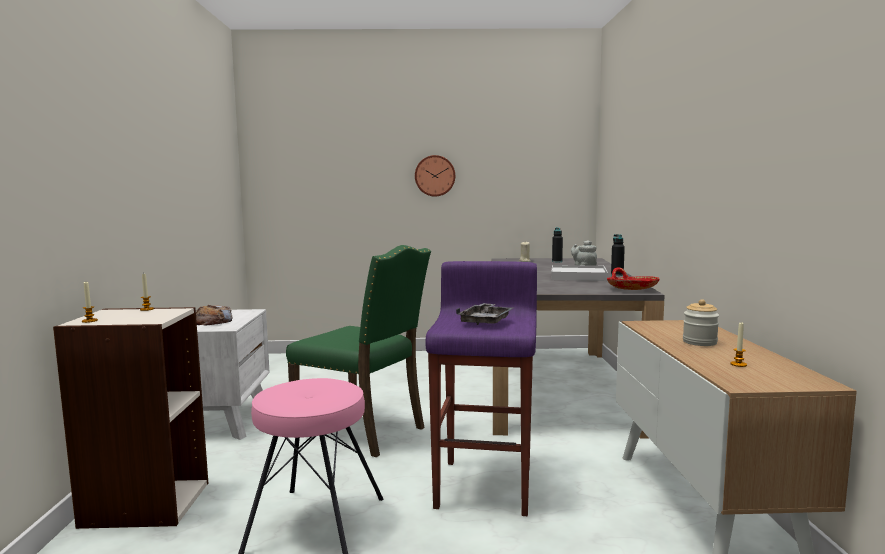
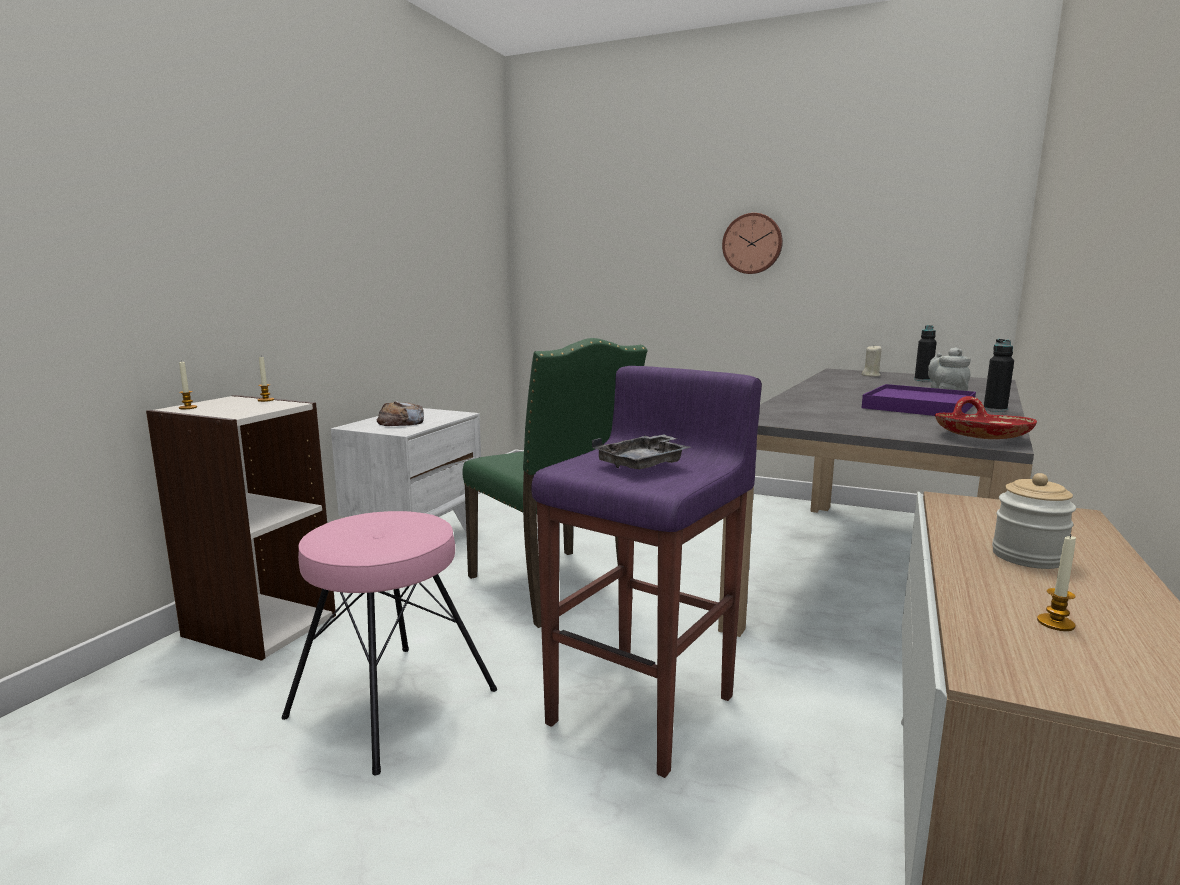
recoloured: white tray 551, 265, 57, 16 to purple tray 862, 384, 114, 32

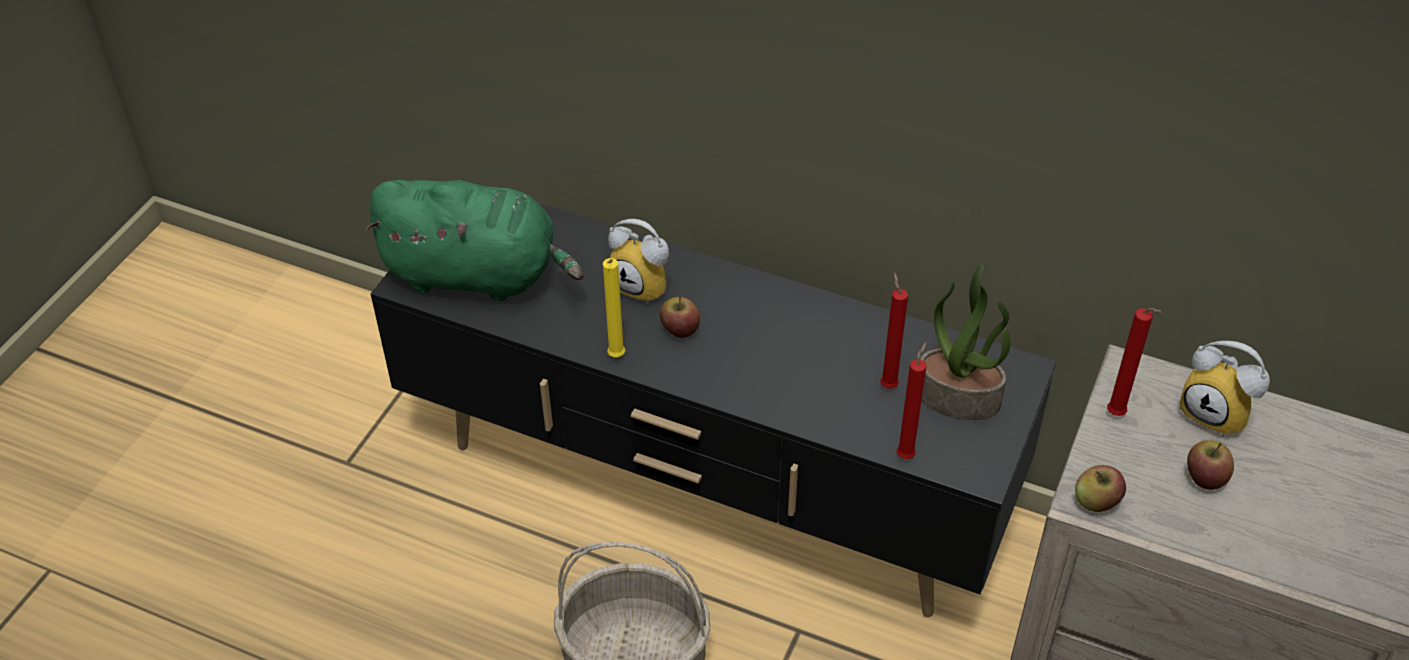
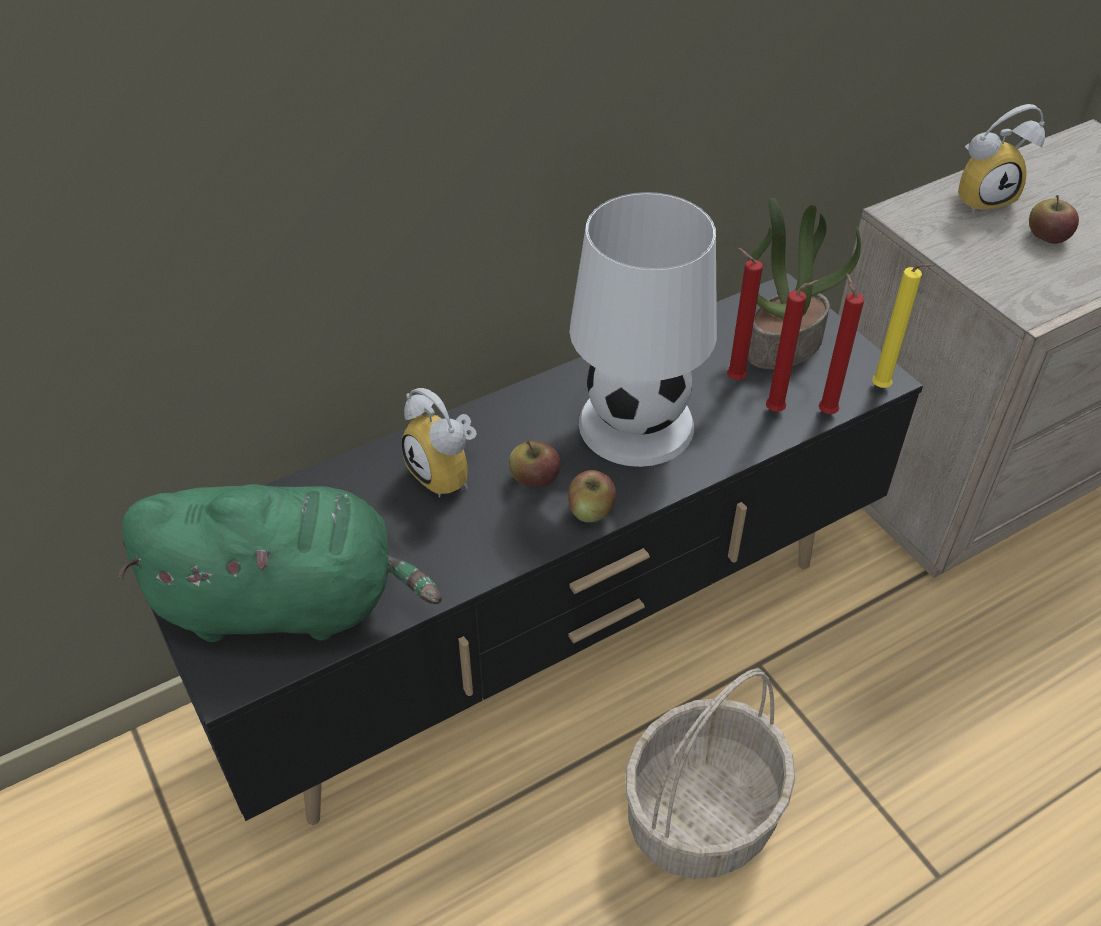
added: white table lamp 569, 192, 148, 275
moved: yellow candle 603, 258, 22, 99 to 872, 264, 62, 124; apple 1075, 465, 51, 47 to 568, 470, 48, 53; red candle 1107, 308, 55, 108 to 766, 280, 53, 132
turned: green plush toy 364, 180, 220, 121 = 118, 484, 324, 158 45 degrees clockwise; alarm clock 608, 219, 61, 85 = 401, 388, 76, 109 75 degrees clockwise

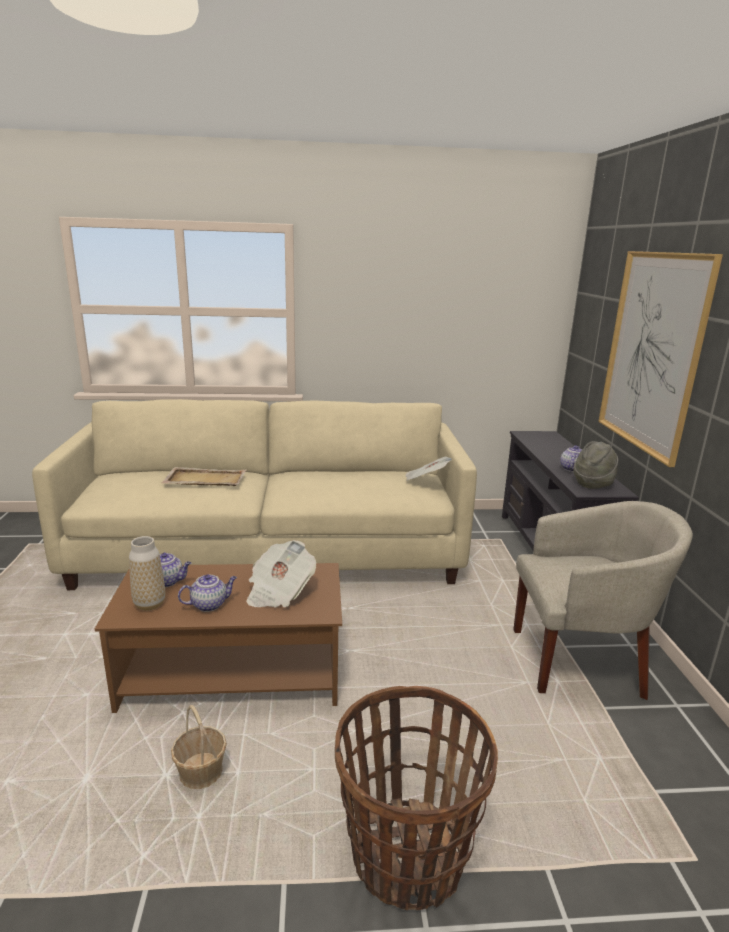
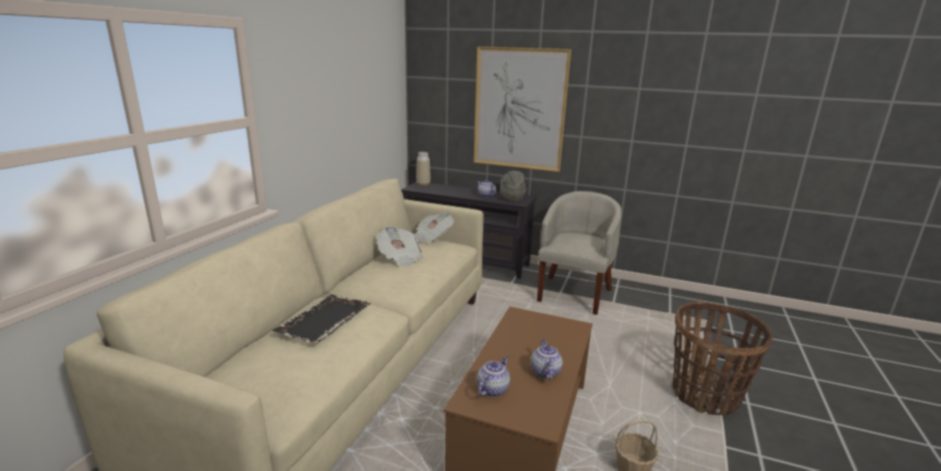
moved: vase 129, 536, 36, 75 to 416, 152, 15, 34; newspaper 247, 540, 69, 68 to 376, 226, 48, 42
recoloured: beige tray 161, 467, 85, 19 to black tray 272, 294, 99, 50

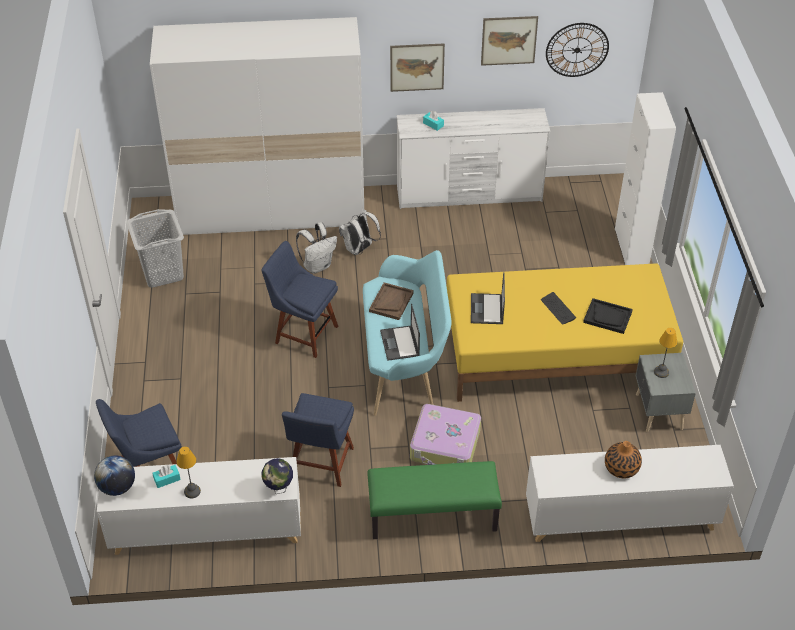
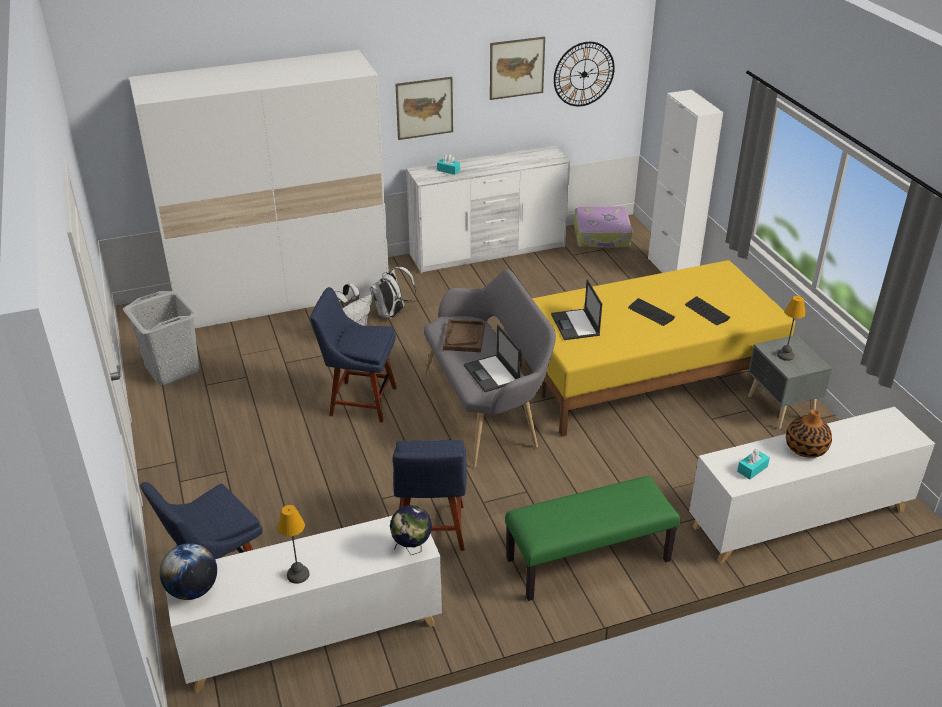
moved: turquoise tissue box 152, 465, 29, 23 to 737, 449, 33, 31; suitcase 410, 404, 71, 61 to 574, 207, 58, 41
replaced: black tray 583, 298, 50, 36 to keyboard 685, 296, 45, 29
recoloured: turquoise bench 363, 250, 88, 166 to grey bench 424, 269, 132, 199

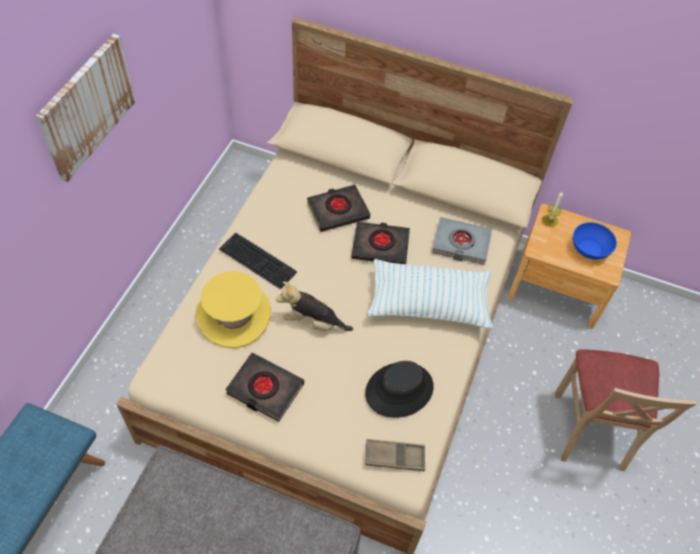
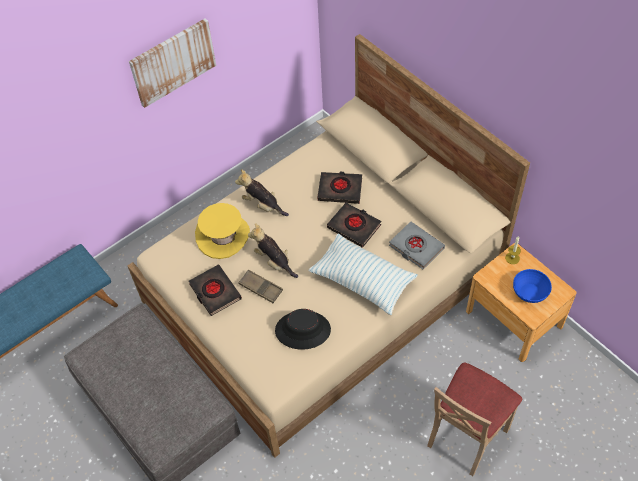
moved: brown tray 365, 439, 60, 32 to 238, 269, 45, 34
replaced: keyboard 219, 232, 78, 57 to plush toy 235, 169, 54, 47

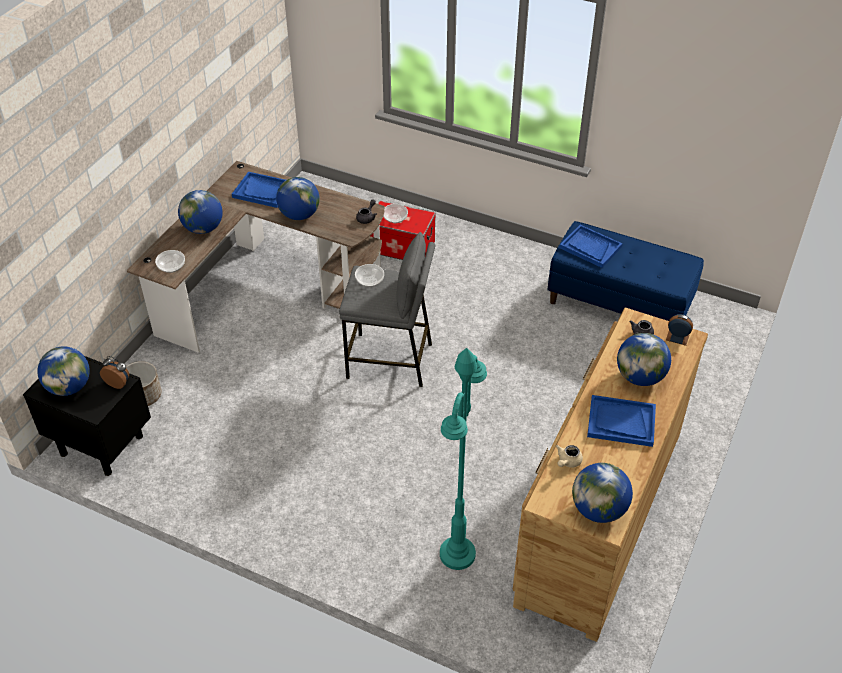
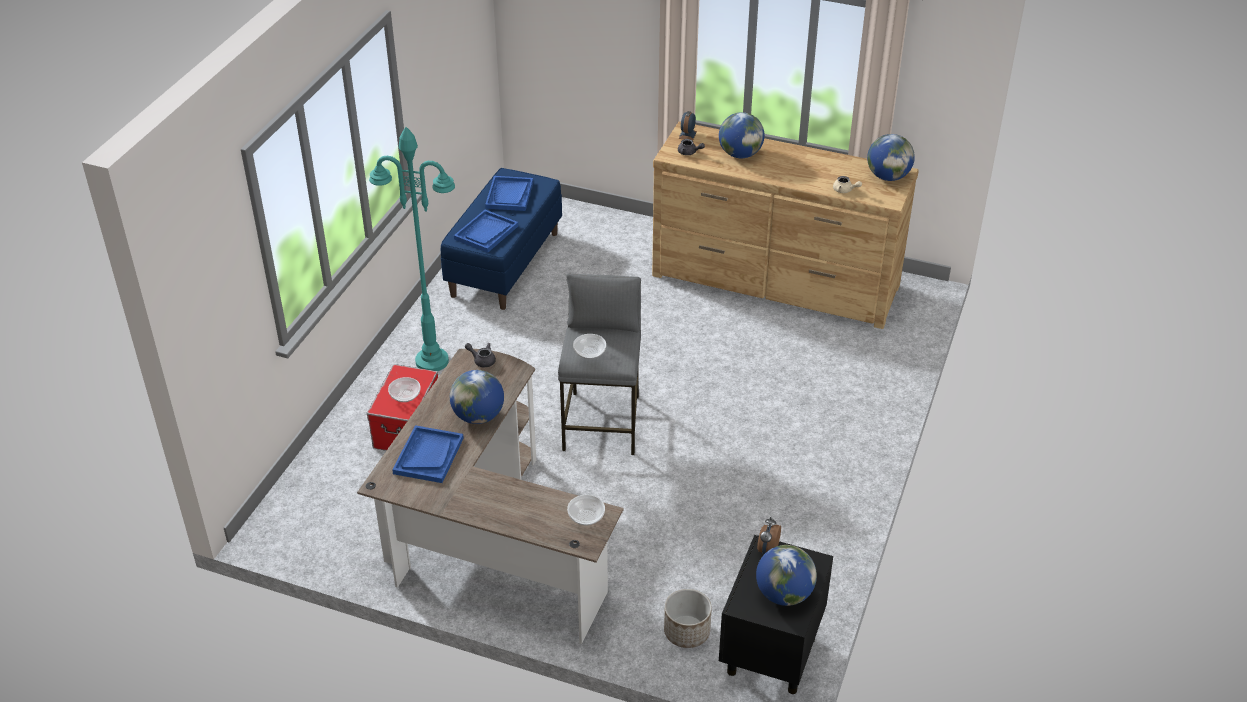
removed: globe 178, 190, 45, 44
moved: turquoise floor lamp 440, 348, 47, 222 to 369, 127, 86, 245; blue tray 587, 395, 69, 52 to 485, 176, 48, 35

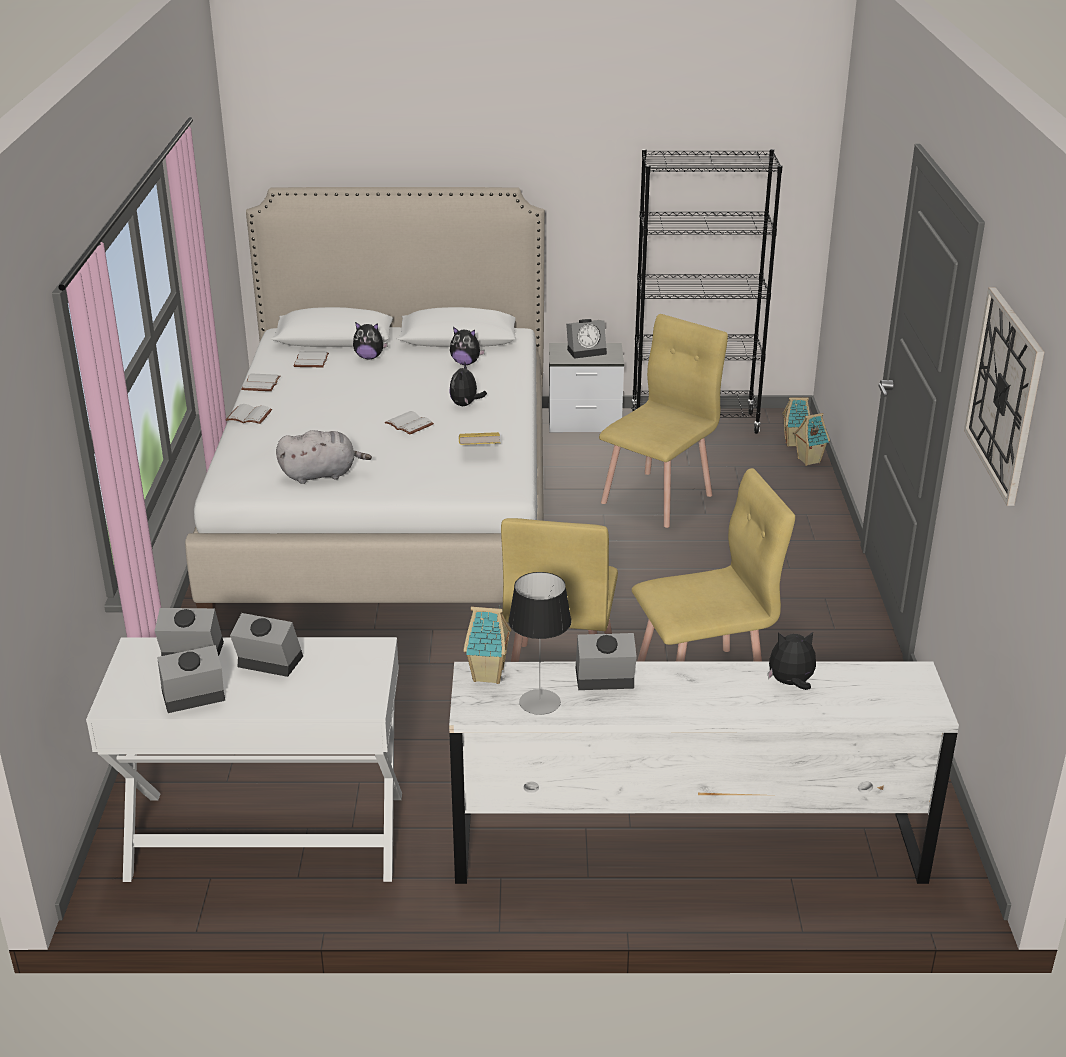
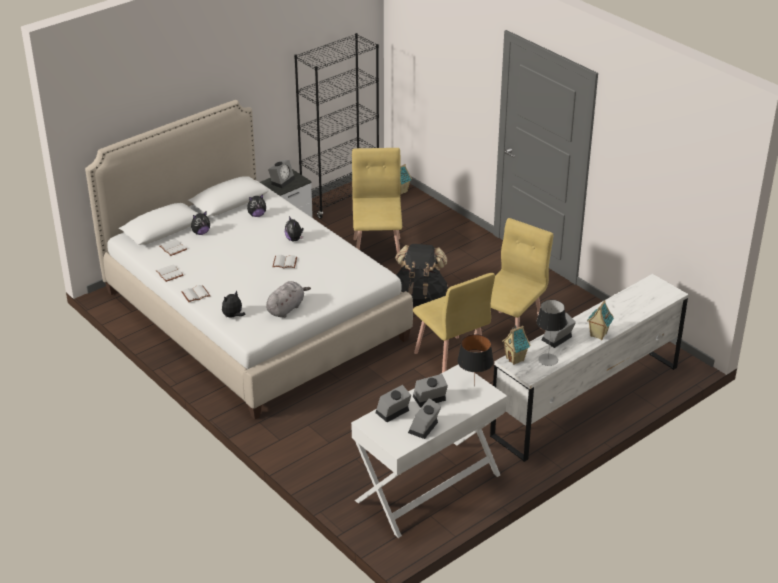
removed: yellow book 459, 432, 41, 13; wall clock 964, 287, 80, 219
added: black backpack 395, 244, 53, 63; black table lamp 457, 334, 37, 51
moved: plush toy 768, 632, 48, 58 to 222, 291, 23, 27; toy house 793, 413, 37, 53 to 587, 300, 27, 40

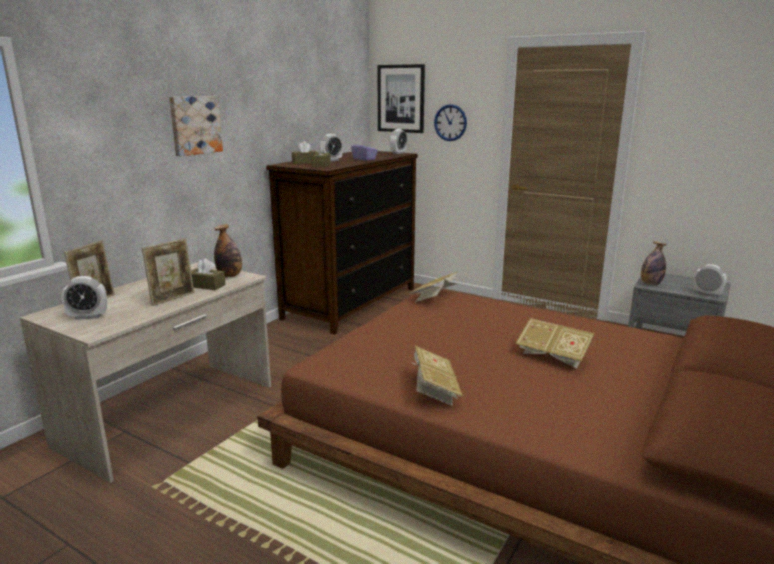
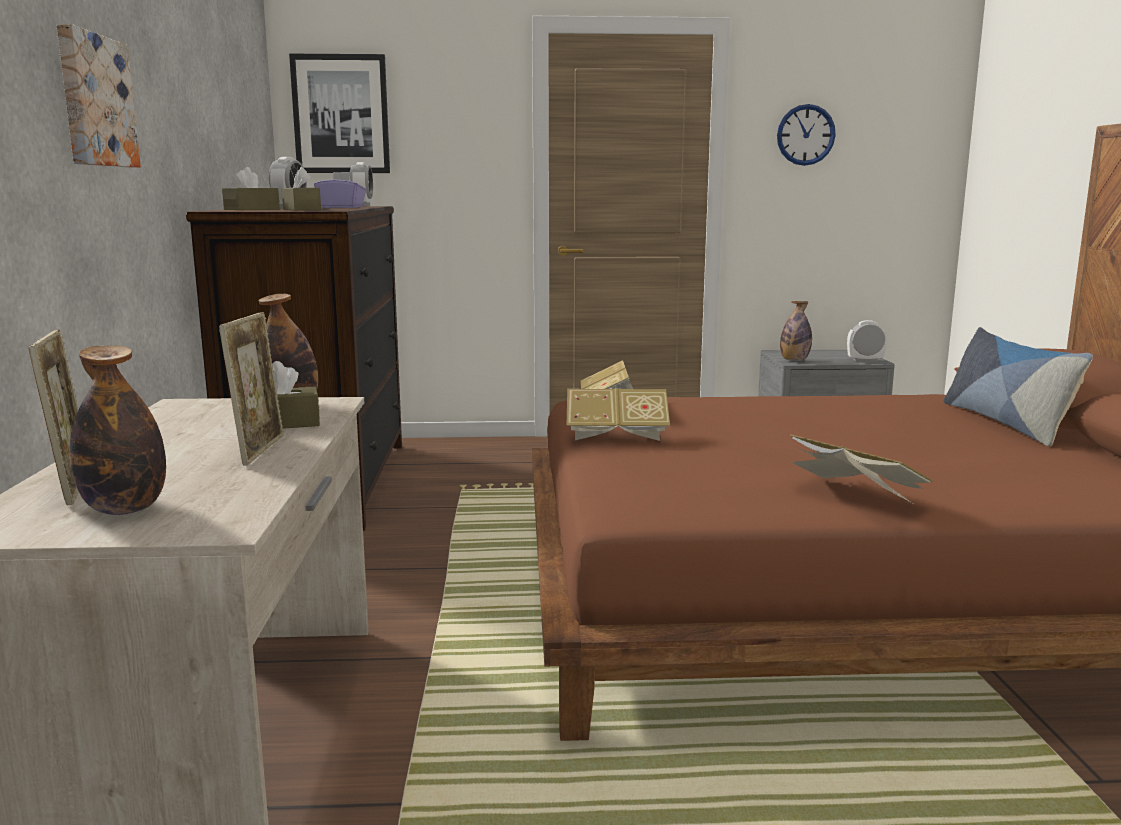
added: pillow 943, 327, 150, 120
moved: wall clock 434, 104, 33, 37 to 777, 104, 59, 62; book 515, 318, 79, 50 to 567, 388, 103, 53
replaced: alarm clock 62, 276, 45, 44 to bottle 69, 345, 97, 170

